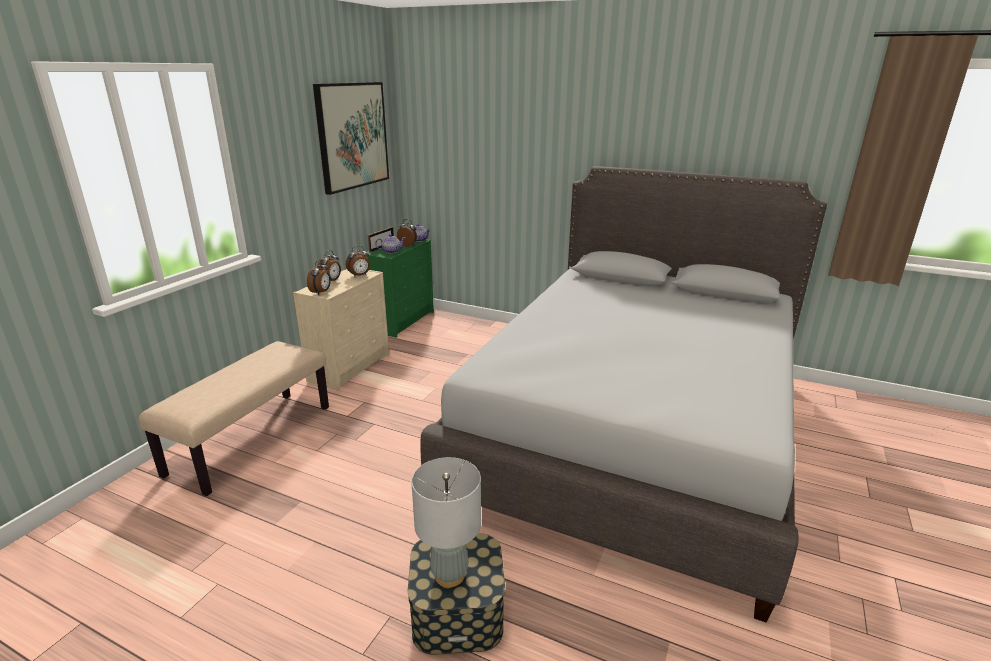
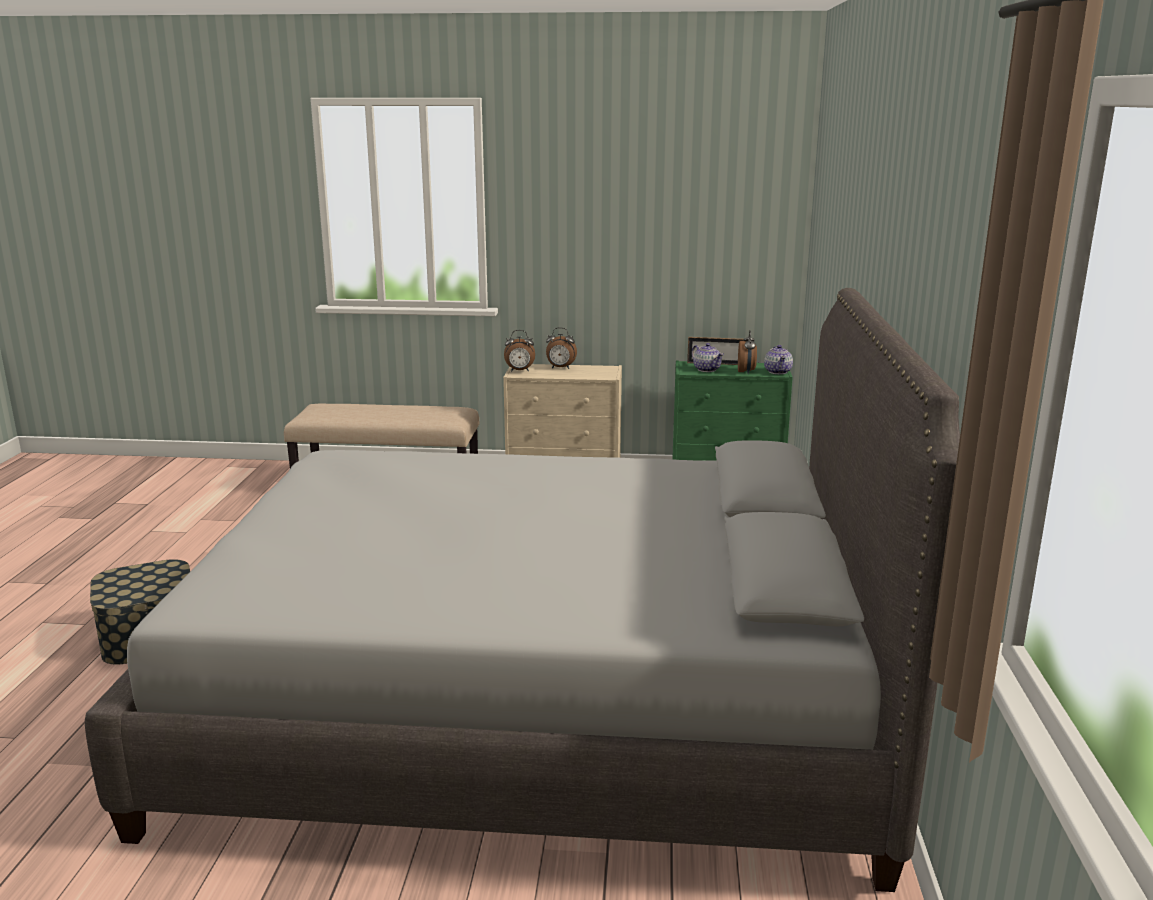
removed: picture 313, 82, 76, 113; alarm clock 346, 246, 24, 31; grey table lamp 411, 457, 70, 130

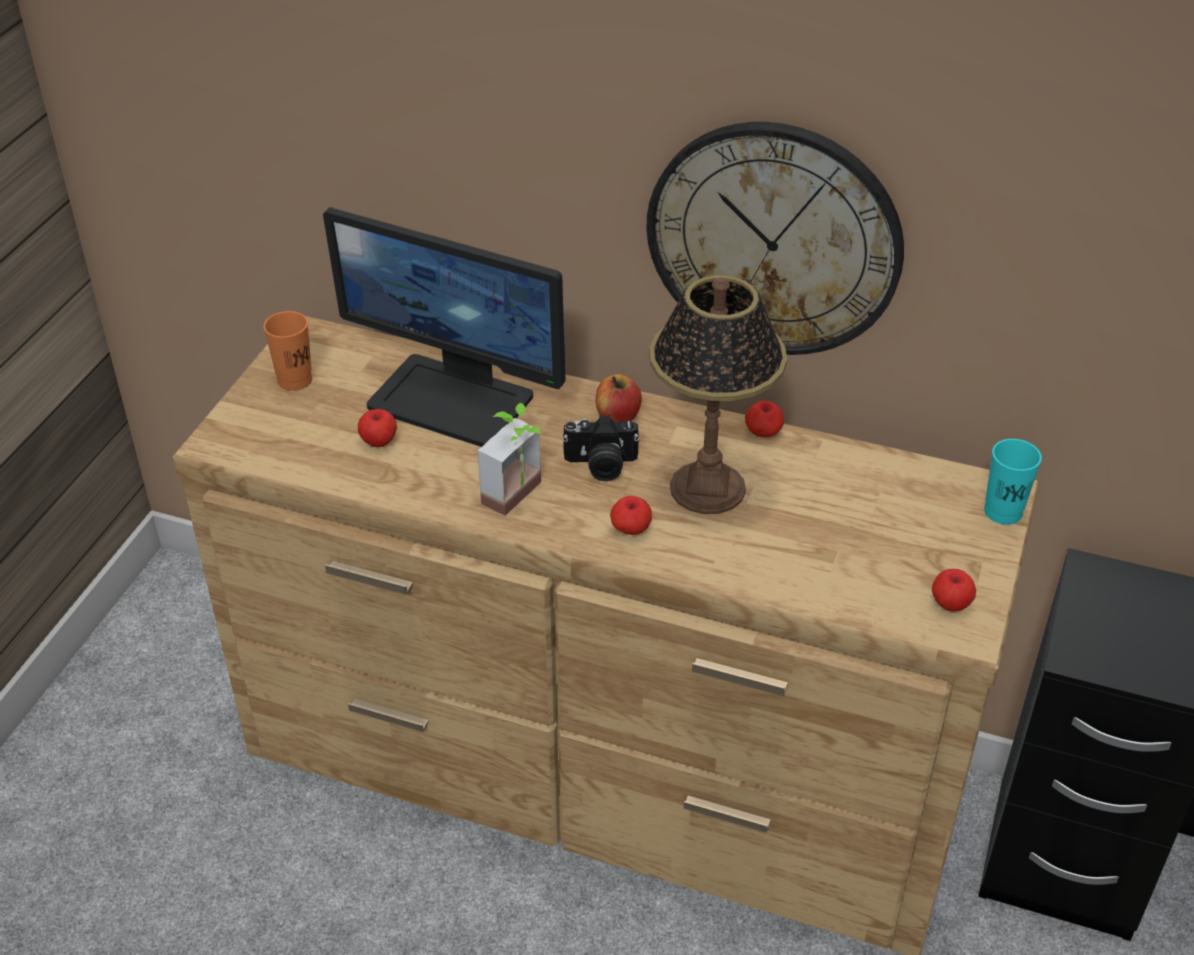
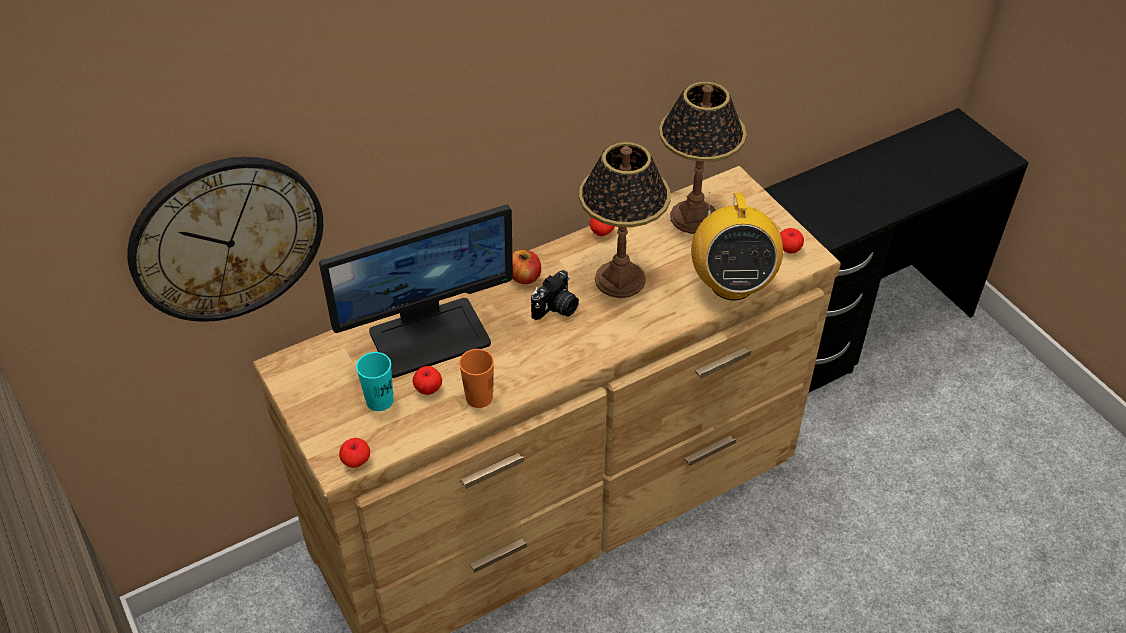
removed: potted plant 478, 403, 63, 113
added: table lamp 659, 82, 88, 152; radio 691, 192, 92, 108
moved: orange cup 264, 311, 48, 80 to 459, 349, 35, 59; apple 610, 496, 42, 39 to 339, 438, 31, 30; wall clock 646, 122, 258, 233 to 127, 157, 196, 165; turquoise cup 984, 439, 58, 85 to 356, 352, 38, 59

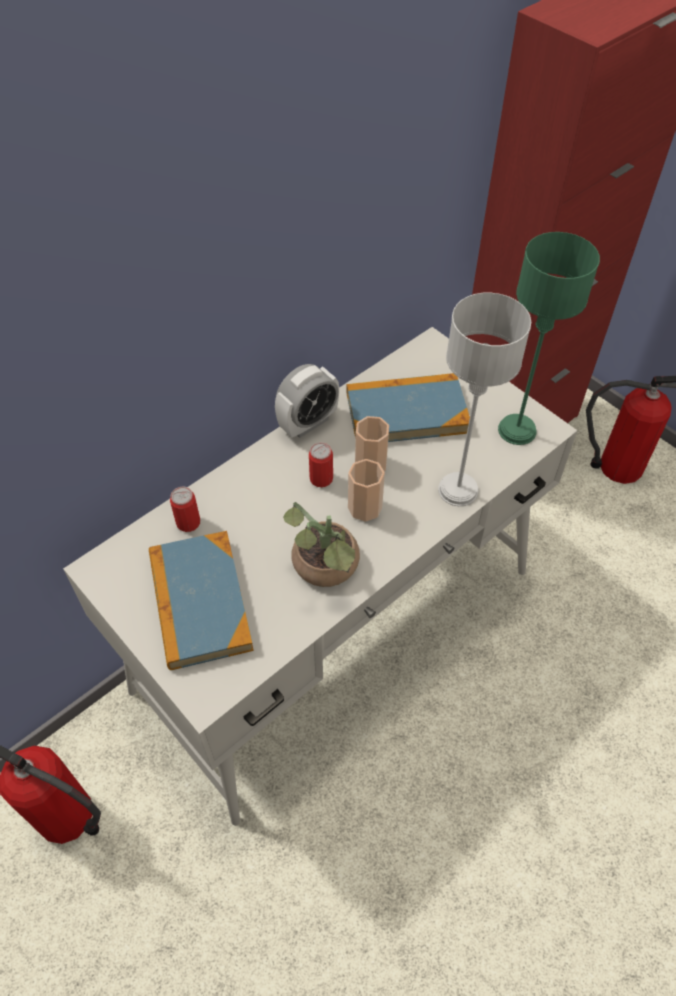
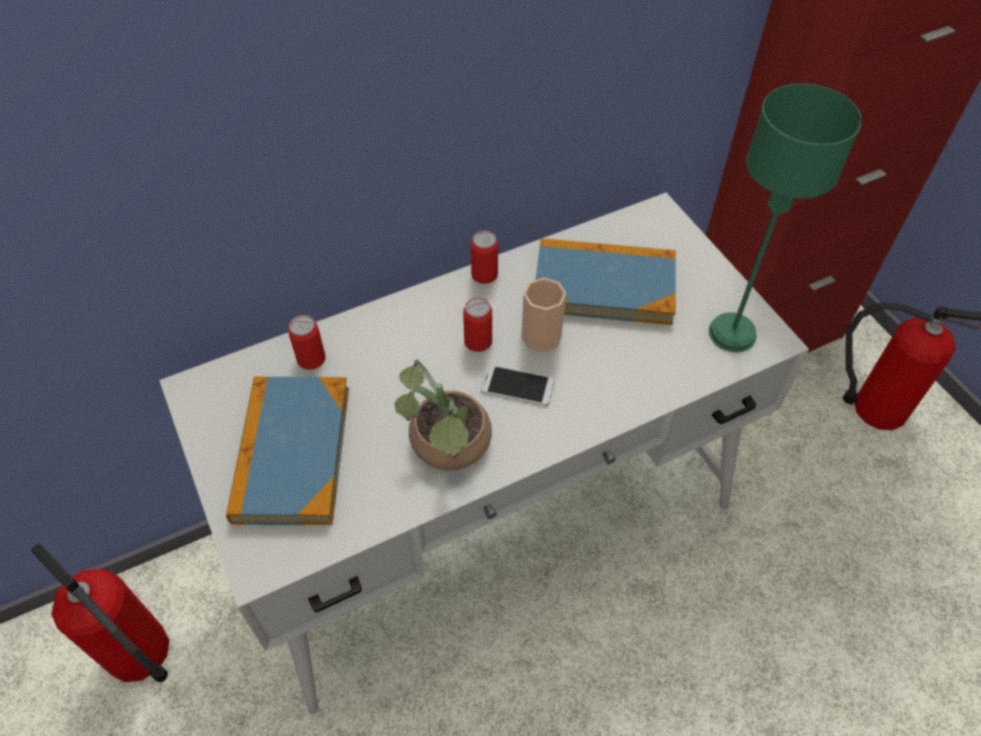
removed: grey table lamp 438, 293, 93, 213
replaced: alarm clock 275, 364, 64, 74 to can 471, 231, 27, 53; cup 348, 459, 37, 63 to phone 481, 365, 74, 41

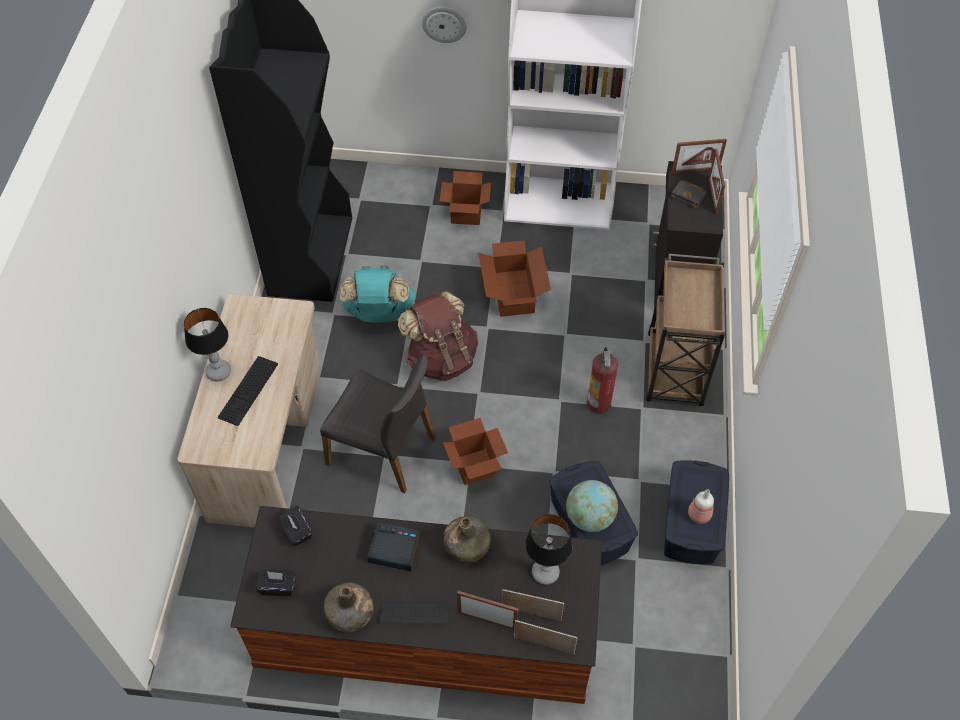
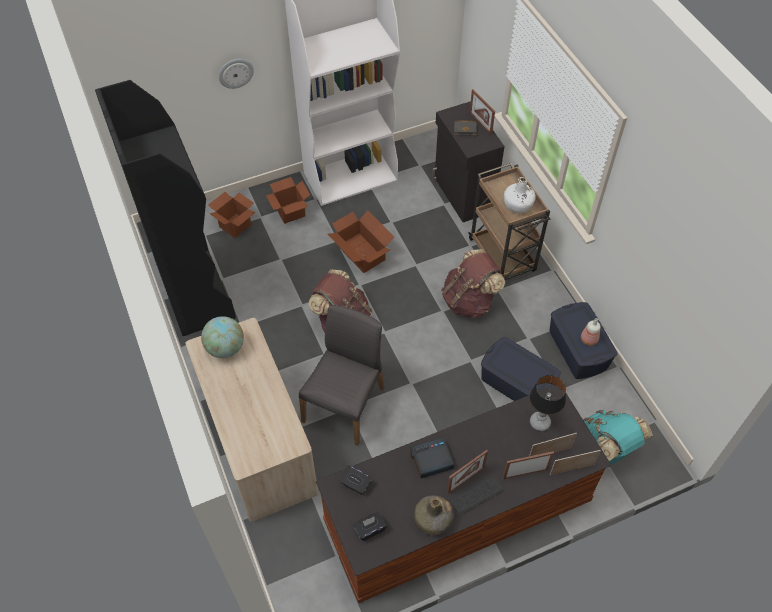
removed: table lamp 184, 308, 47, 73; keyboard 218, 356, 60, 70; green bottle 443, 516, 48, 47
added: white bottle 504, 177, 32, 36
moved: turquoise backpack 339, 265, 76, 58 to 583, 410, 70, 55; cardboard box 443, 418, 65, 67 to 208, 192, 48, 46; globe 566, 480, 52, 52 to 201, 316, 43, 42; picture frame 672, 139, 55, 34 to 447, 450, 41, 44
replaced: fire extinguisher 587, 347, 31, 67 to brown backpack 441, 249, 64, 70
turned: grey chair 320, 355, 116, 138 = 299, 305, 86, 141 60 degrees counterclockwise

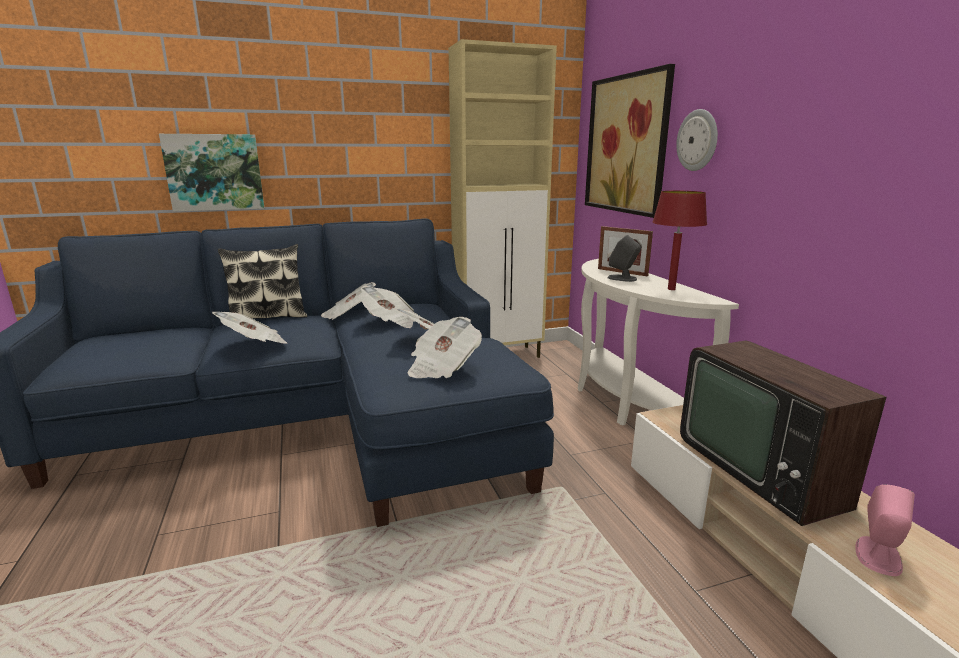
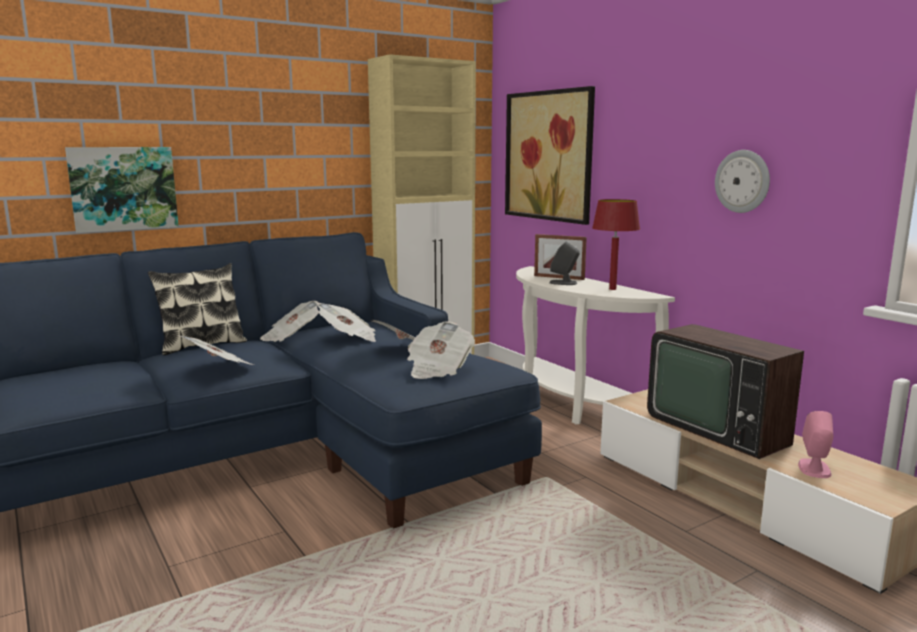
moved: wall clock 676, 109, 42, 62 to 715, 150, 55, 63

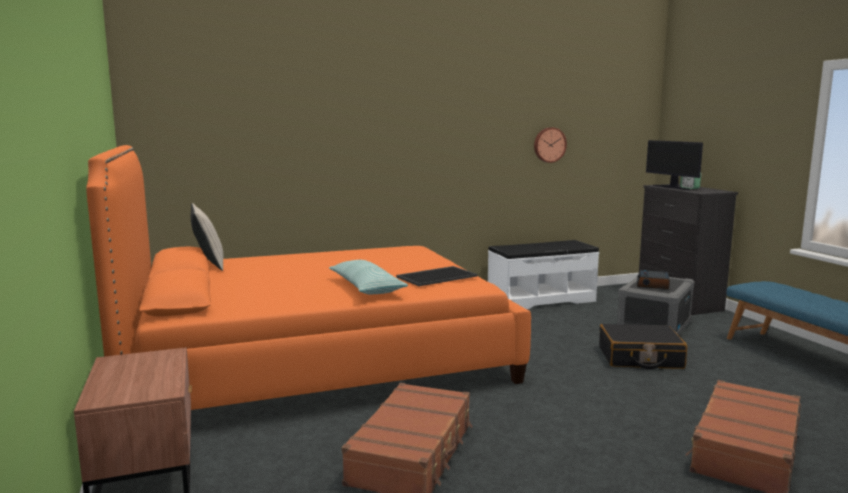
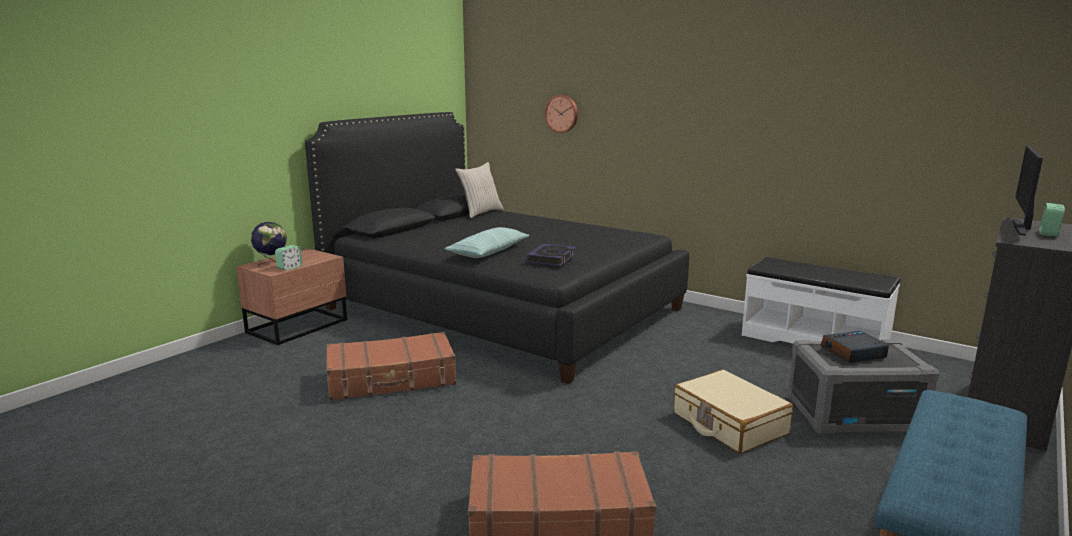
added: globe 251, 222, 36, 46; alarm clock 275, 245, 27, 25
moved: wall clock 534, 127, 33, 36 to 545, 95, 33, 38
replaced: tray 396, 266, 81, 20 to book 527, 244, 49, 22
recoloured: orange bed 86, 145, 445, 265 to black bed 305, 112, 384, 272; black suitcase 599, 324, 88, 45 to beige suitcase 674, 369, 119, 85

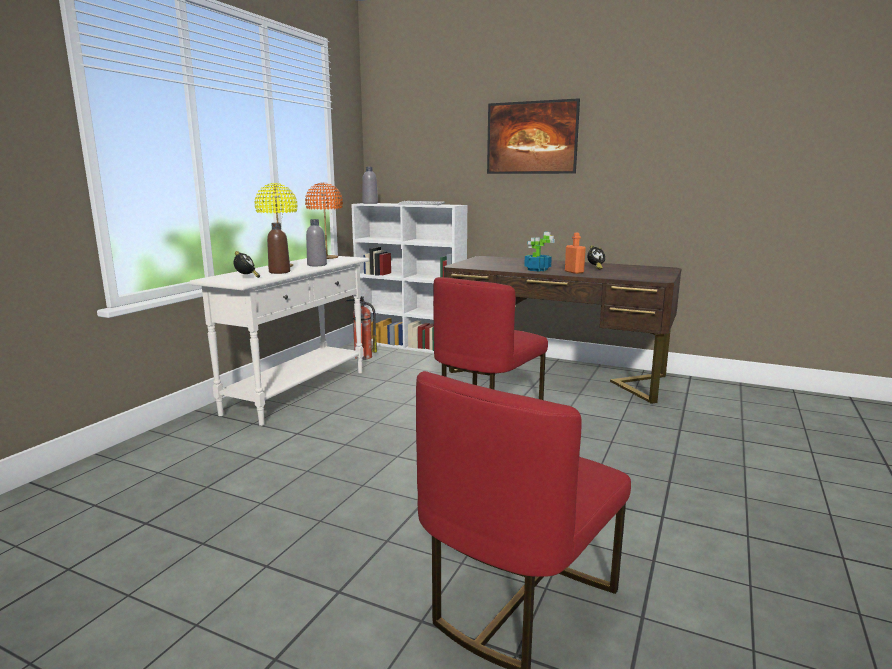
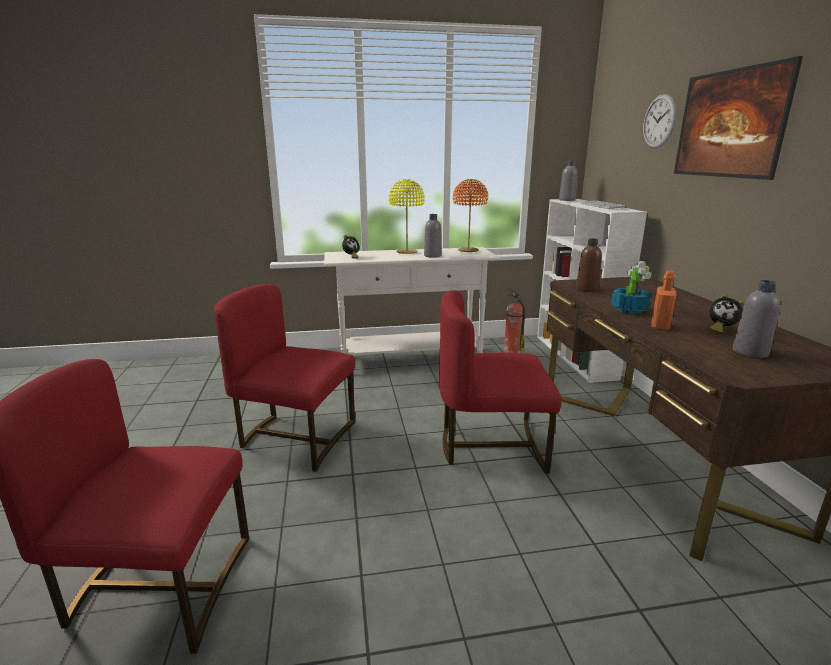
added: red chair 214, 284, 141, 188; wall clock 643, 94, 33, 54; grey bottle 733, 280, 47, 78
moved: brown bottle 267, 223, 23, 51 to 576, 239, 26, 53

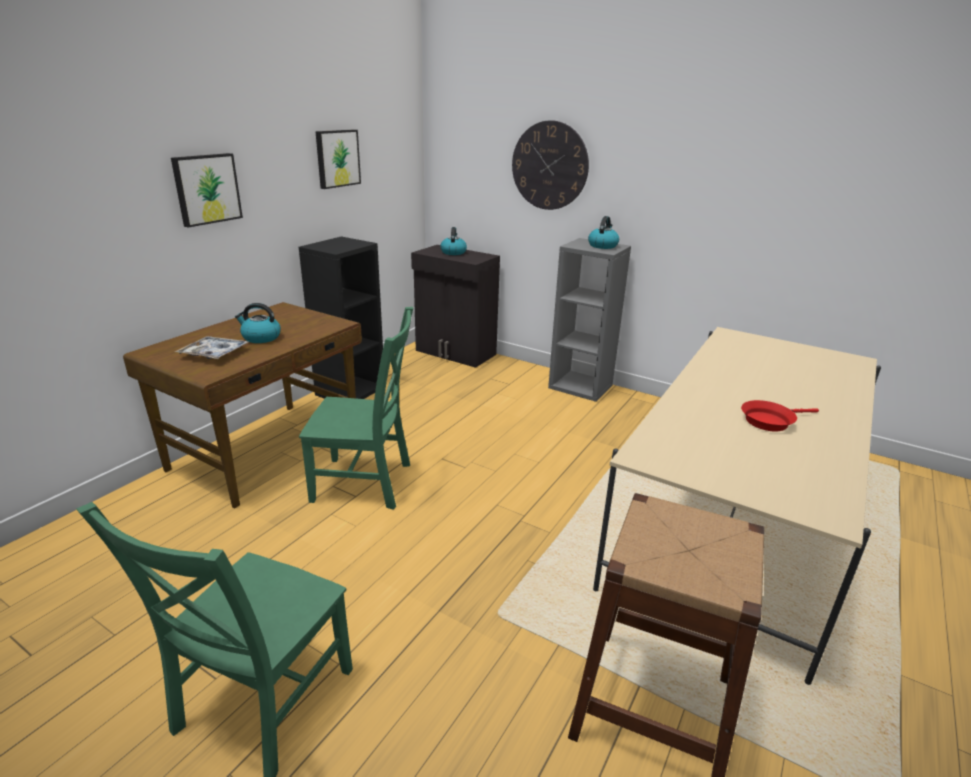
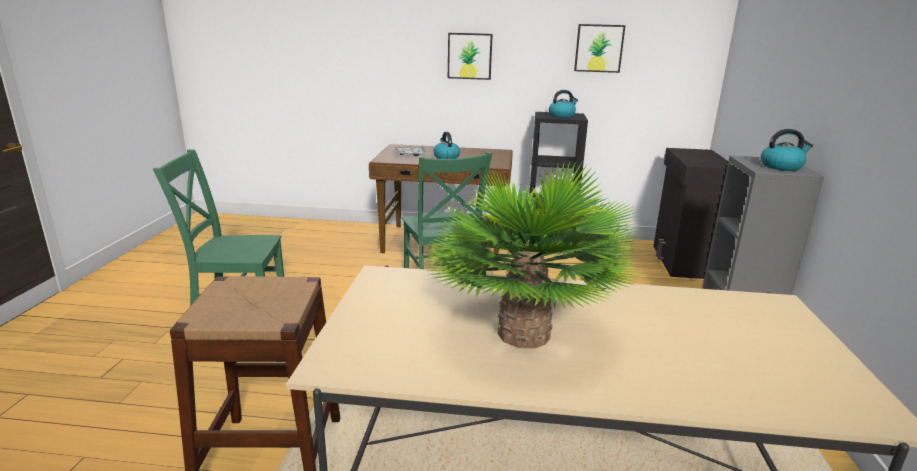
removed: wall clock 512, 120, 77, 90
moved: kettle 440, 227, 27, 28 to 549, 90, 29, 28
replaced: red frying pan 741, 400, 78, 31 to potted plant 423, 160, 219, 188

